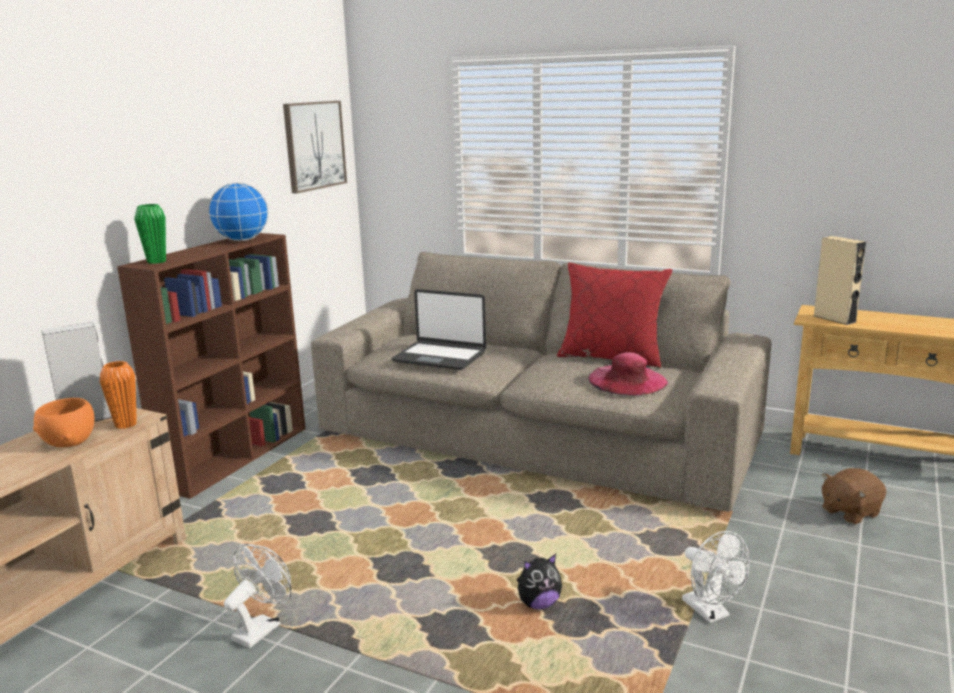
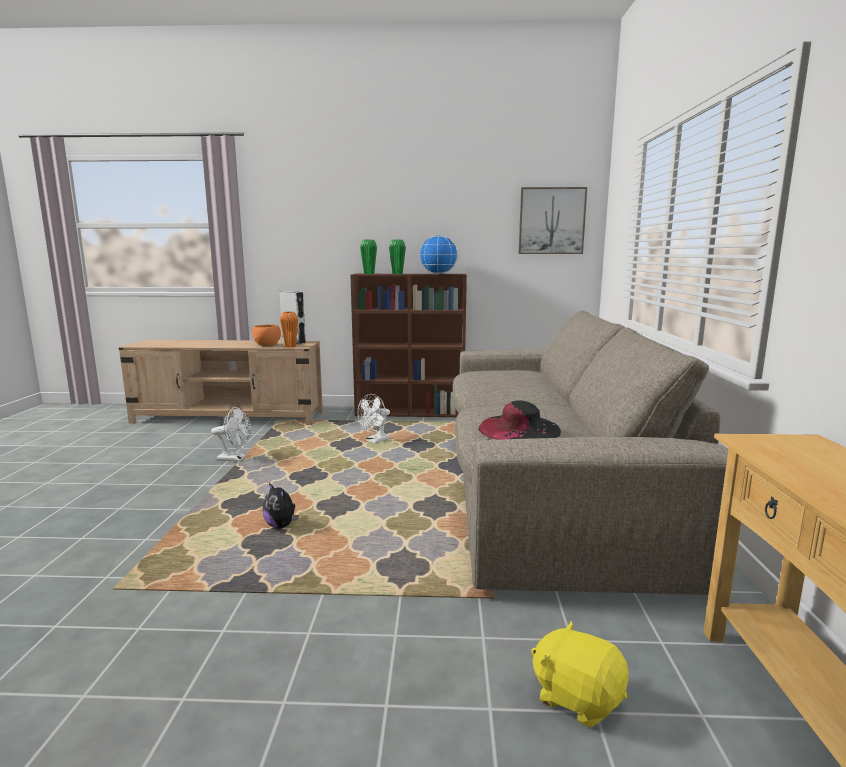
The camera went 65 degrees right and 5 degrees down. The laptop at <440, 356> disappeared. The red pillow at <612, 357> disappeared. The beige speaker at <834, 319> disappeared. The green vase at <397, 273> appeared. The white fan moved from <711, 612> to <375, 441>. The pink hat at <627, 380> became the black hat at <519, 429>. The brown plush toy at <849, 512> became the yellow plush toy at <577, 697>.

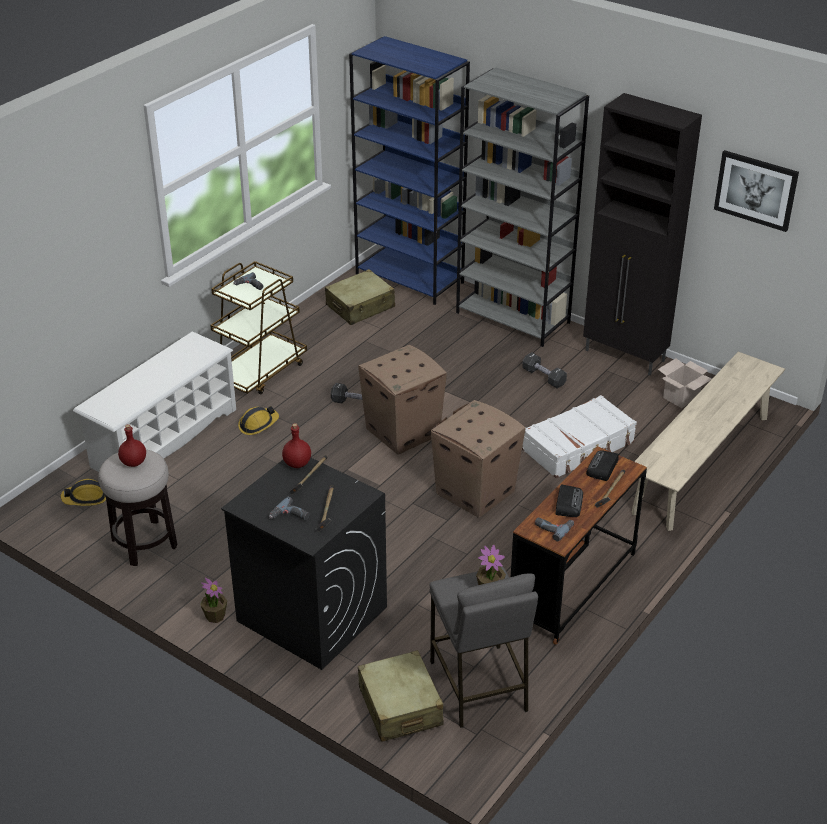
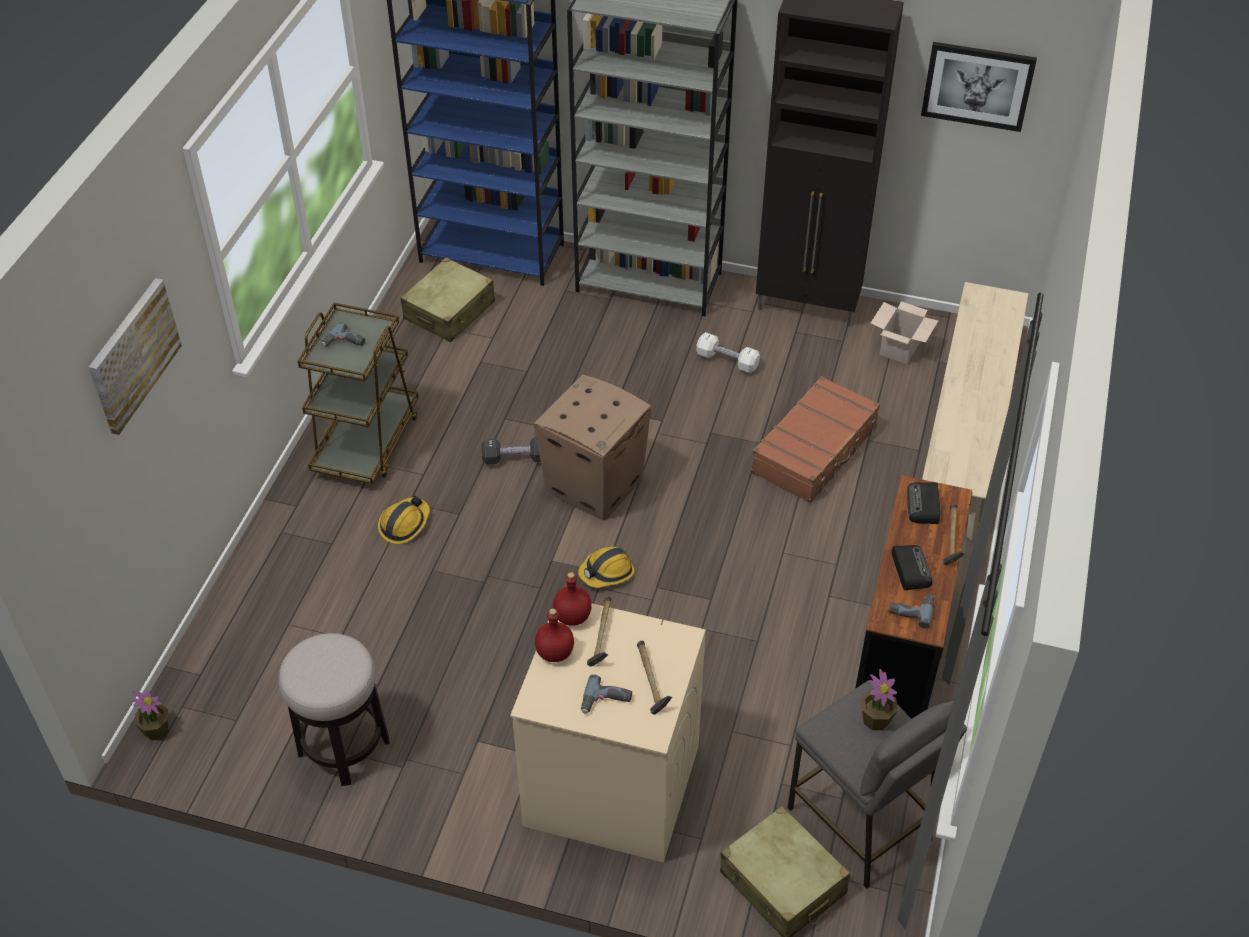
The camera went 20 degrees left and 10 degrees up. The white shoe rack at <164, 438> disappeared. The cardboard box at <474, 493> disappeared. The picture at <133, 355> appeared. The hard hat moved from <85, 499> to <607, 573>. The red bottle moved from <133, 463> to <554, 653>. The potted plant moved from <215, 616> to <156, 730>. The black washing machine at <310, 614> became the beige washing machine at <610, 786>. The black dumbbell at <543, 377> became the white dumbbell at <727, 361>. The white suitcase at <579, 447> became the brown suitcase at <815, 450>.

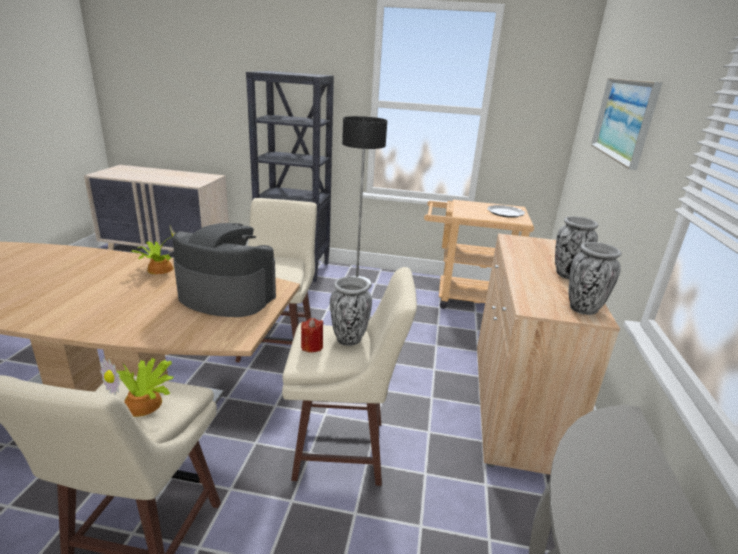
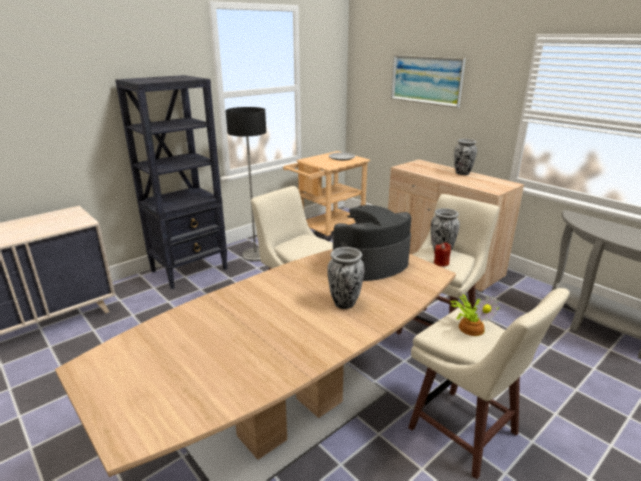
The camera went 50 degrees left and 0 degrees up. The potted plant at <158, 269> disappeared. The vase moved from <583, 309> to <344, 303>.

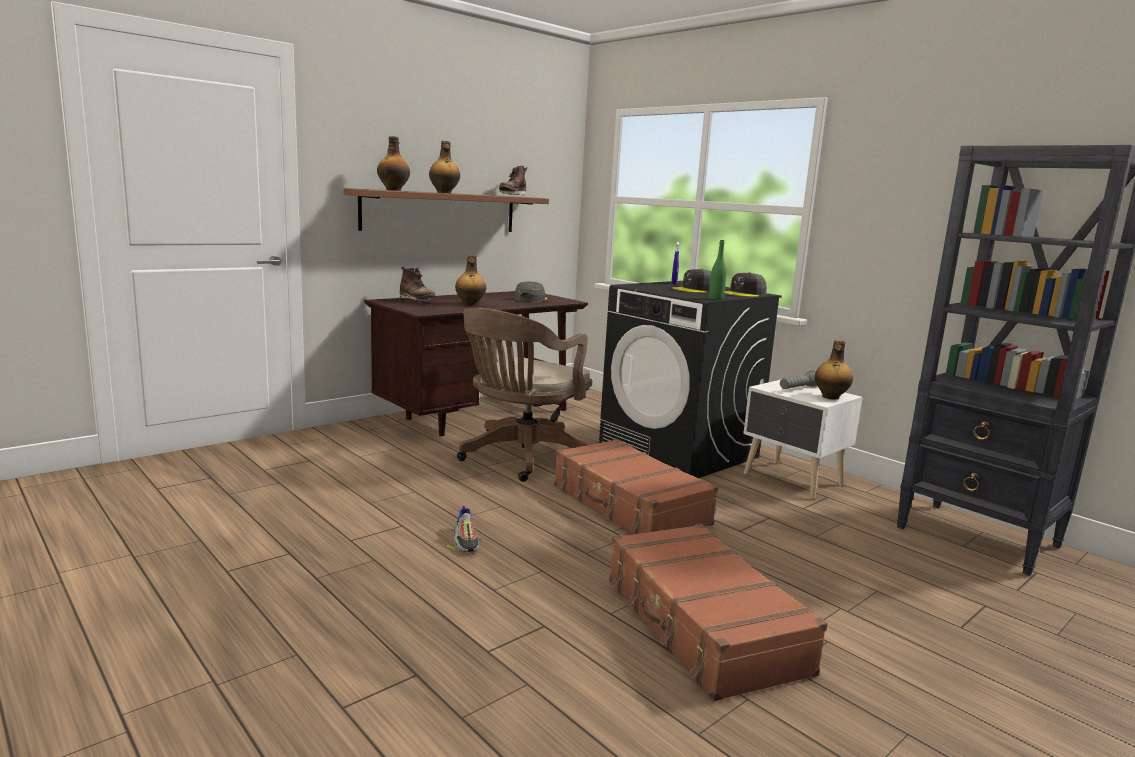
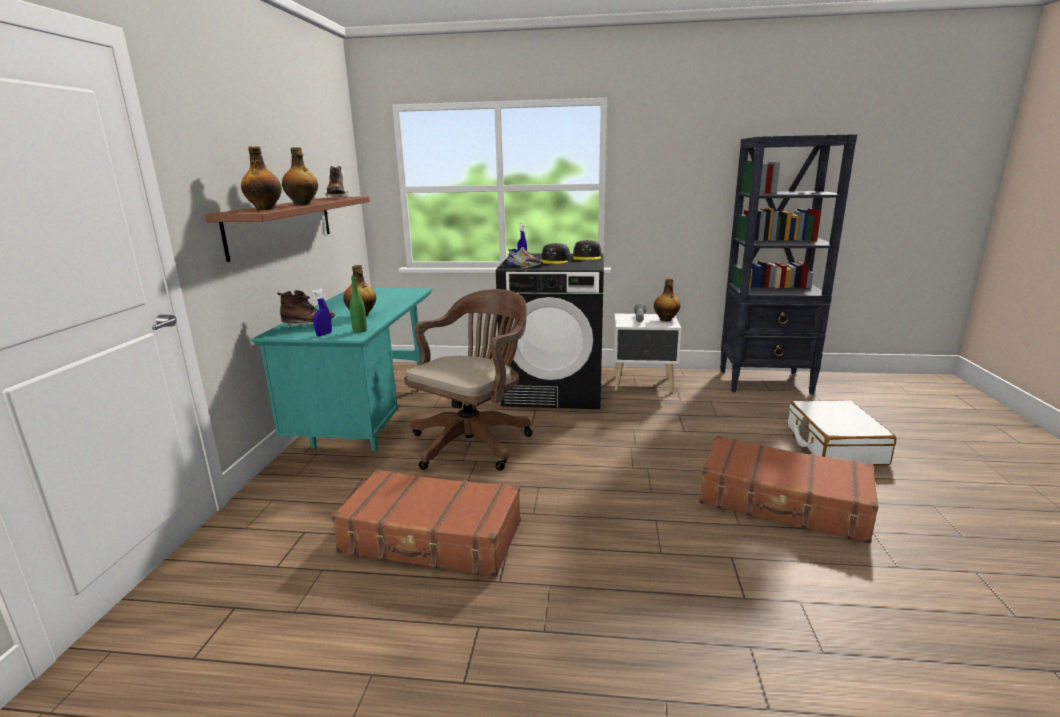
The camera went 40 degrees left and 5 degrees up. The grey cap at <530, 299> disappeared. The blue spray bottle at <324, 334> appeared. The white suitcase at <834, 445> appeared. The shoe moved from <466, 541> to <524, 265>. The brown suitcase moved from <629, 505> to <432, 538>. The green bottle moved from <716, 299> to <360, 330>. The brown desk at <477, 416> became the turquoise desk at <369, 420>. The brown office chair at <521, 458> turned 135 degrees counterclockwise.

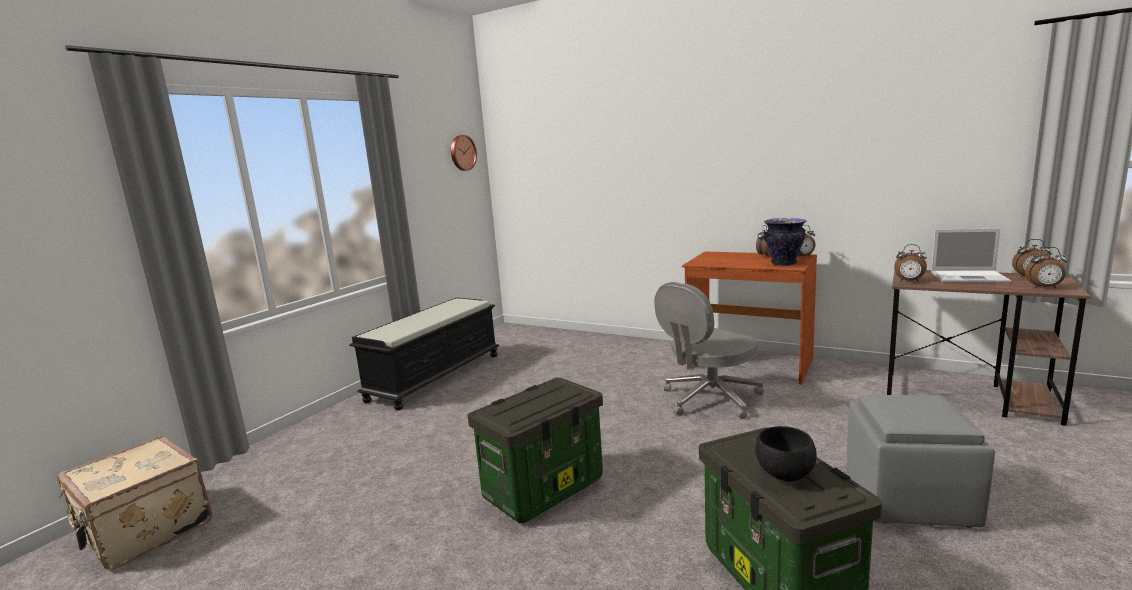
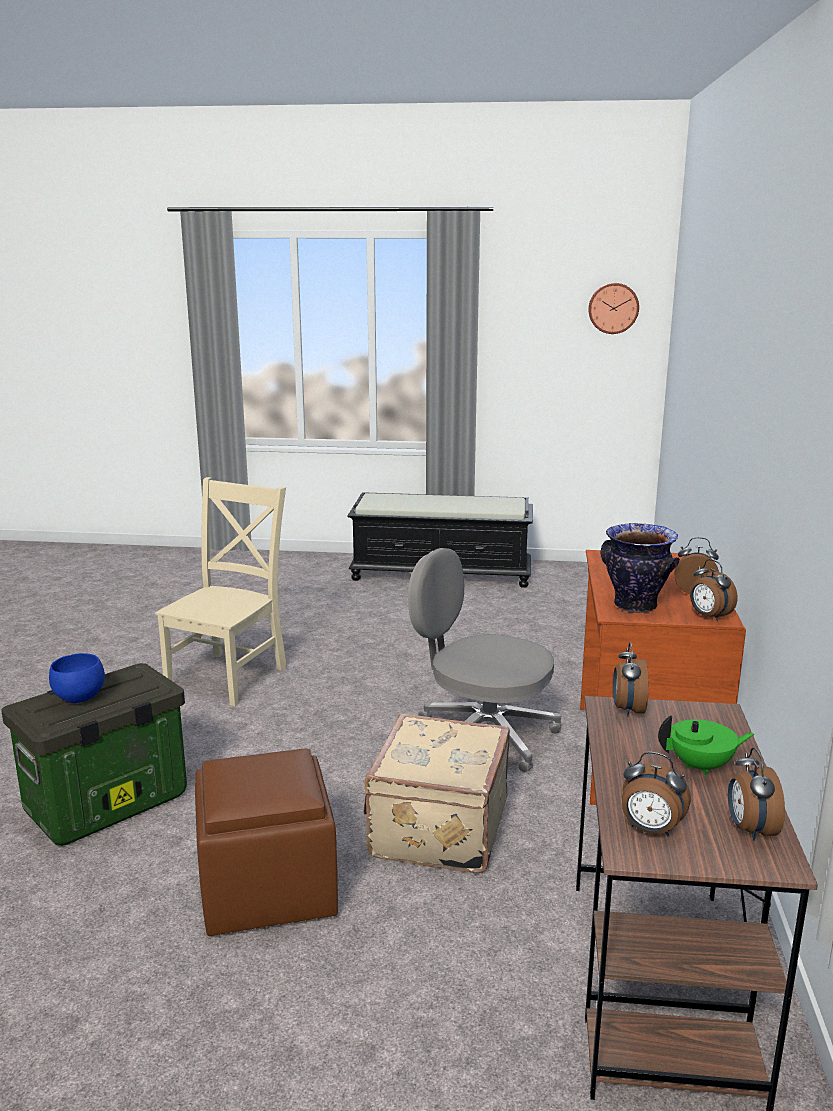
The camera went 65 degrees right and 5 degrees up. The beige suitcase moved from <143, 530> to <436, 829>. The storage box at <544, 488> was replaced by the beige chair at <230, 676>. The laptop at <970, 277> was replaced by the green teapot at <701, 766>. The black bowl at <786, 475> became the blue bowl at <78, 698>. The grey ottoman at <907, 498> became the brown ottoman at <269, 887>. The alarm clock at <1044, 287> turned 60 degrees counterclockwise.

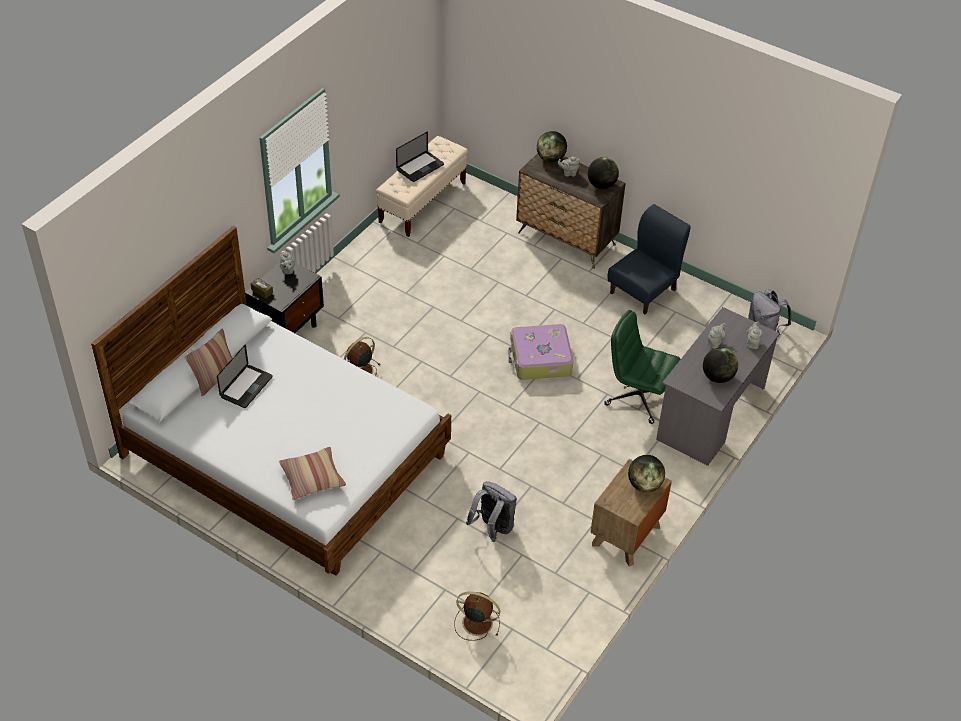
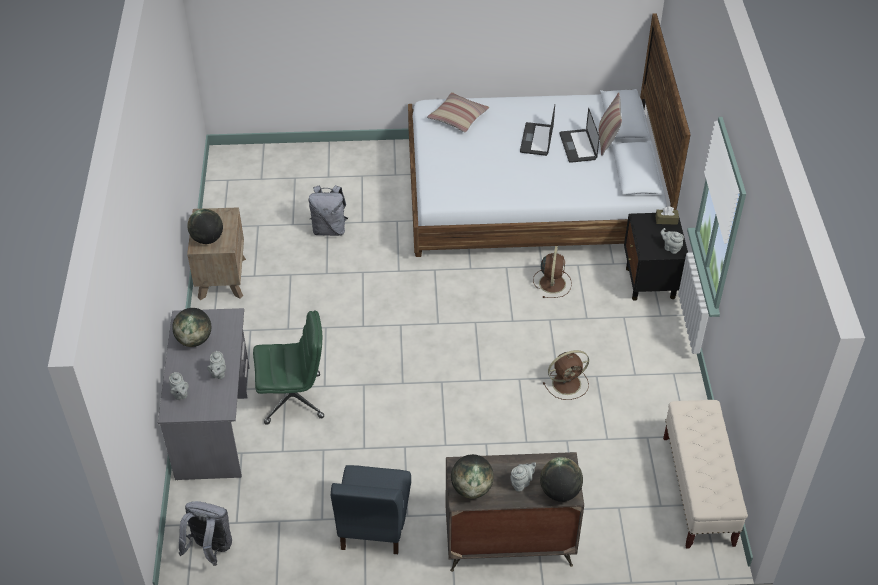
The camera went 145 degrees right and 0 degrees up. The suitcase at <540, 359> disappeared. The laptop moved from <420, 167> to <536, 140>. The brown fan moved from <476, 622> to <567, 383>.

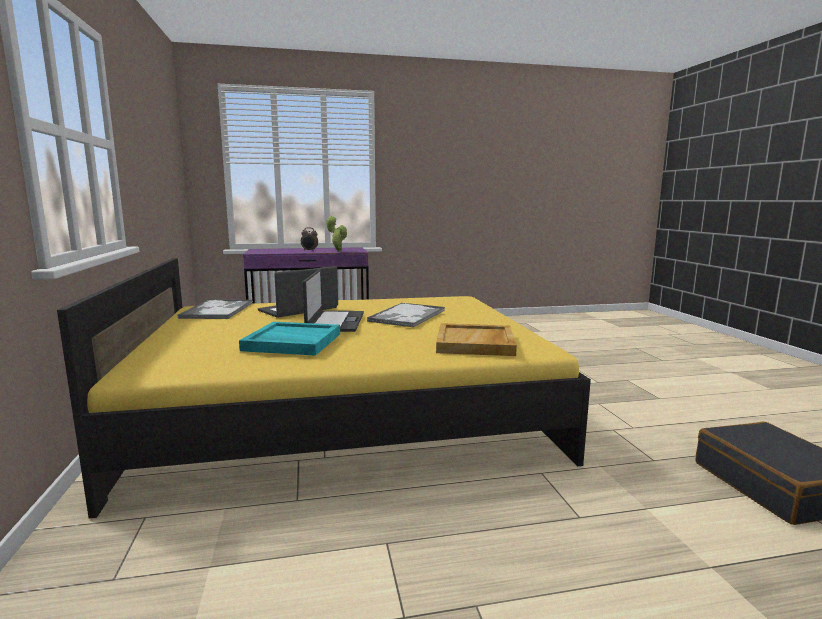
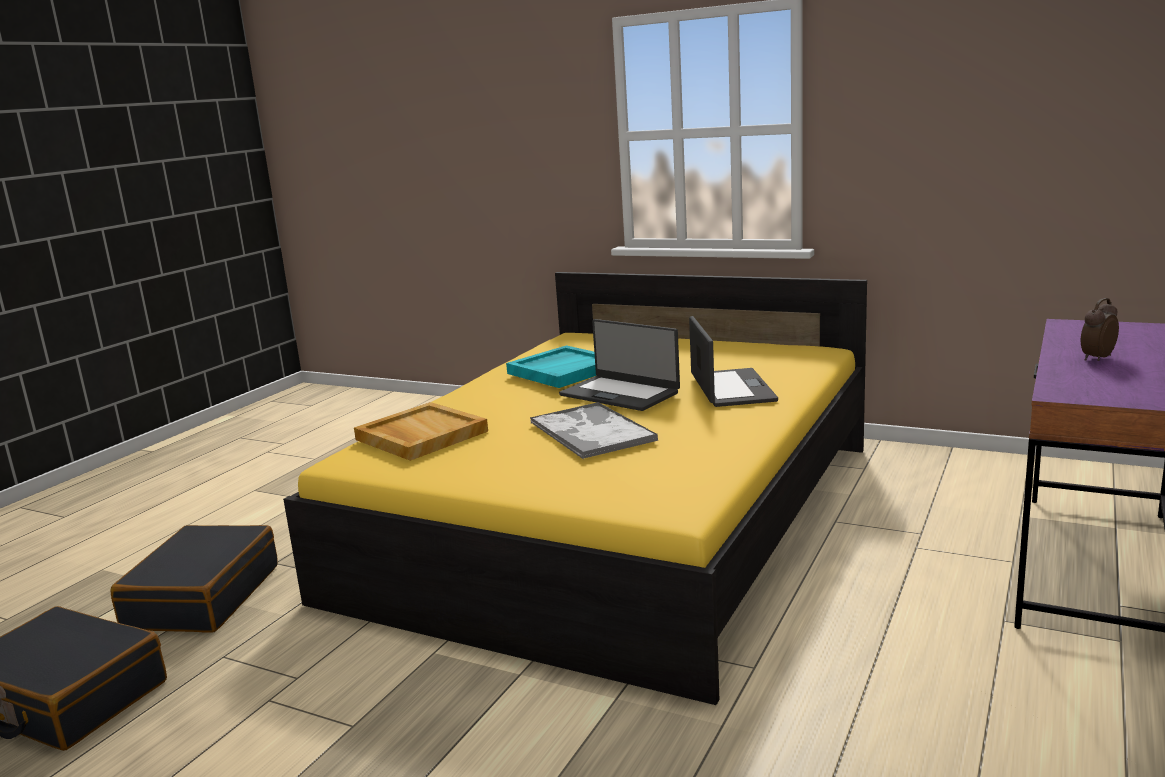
The camera went 130 degrees right and 5 degrees up. The tray at <218, 310> disappeared. The potted plant at <338, 251> disappeared. The black suitcase at <202, 597> appeared.

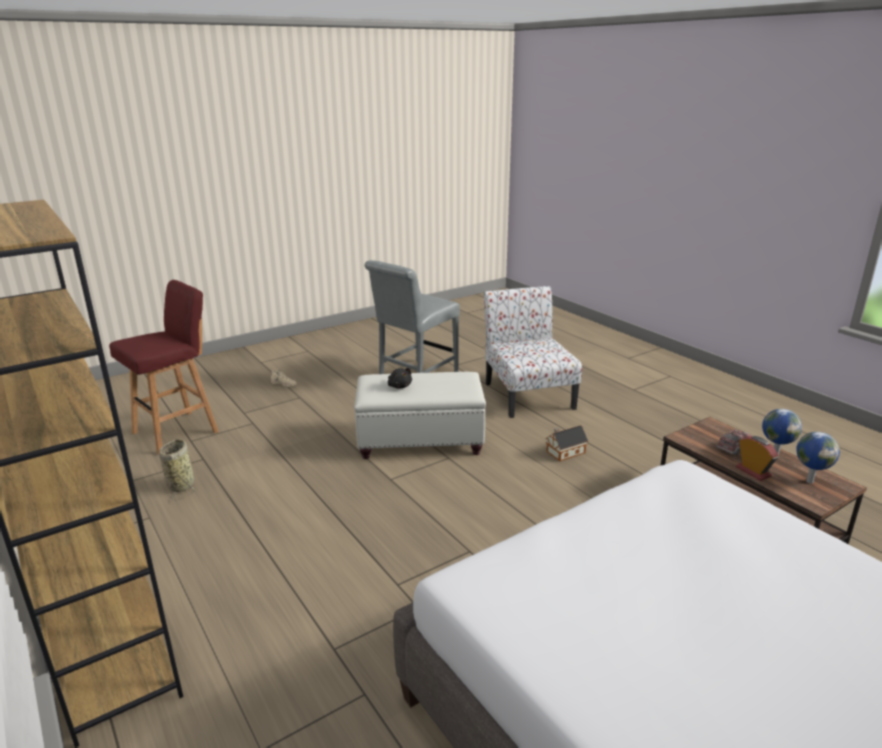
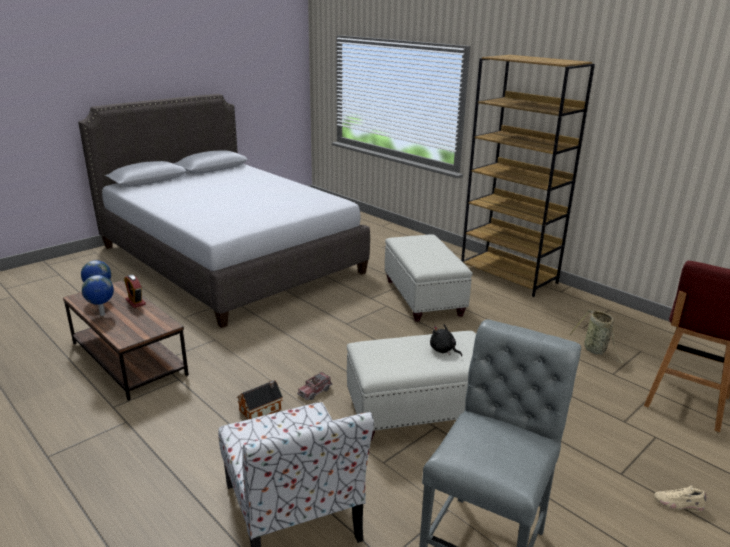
The camera went 170 degrees right and 0 degrees up. The white ottoman at <423, 298> appeared. The toy truck moved from <734, 447> to <315, 391>.

